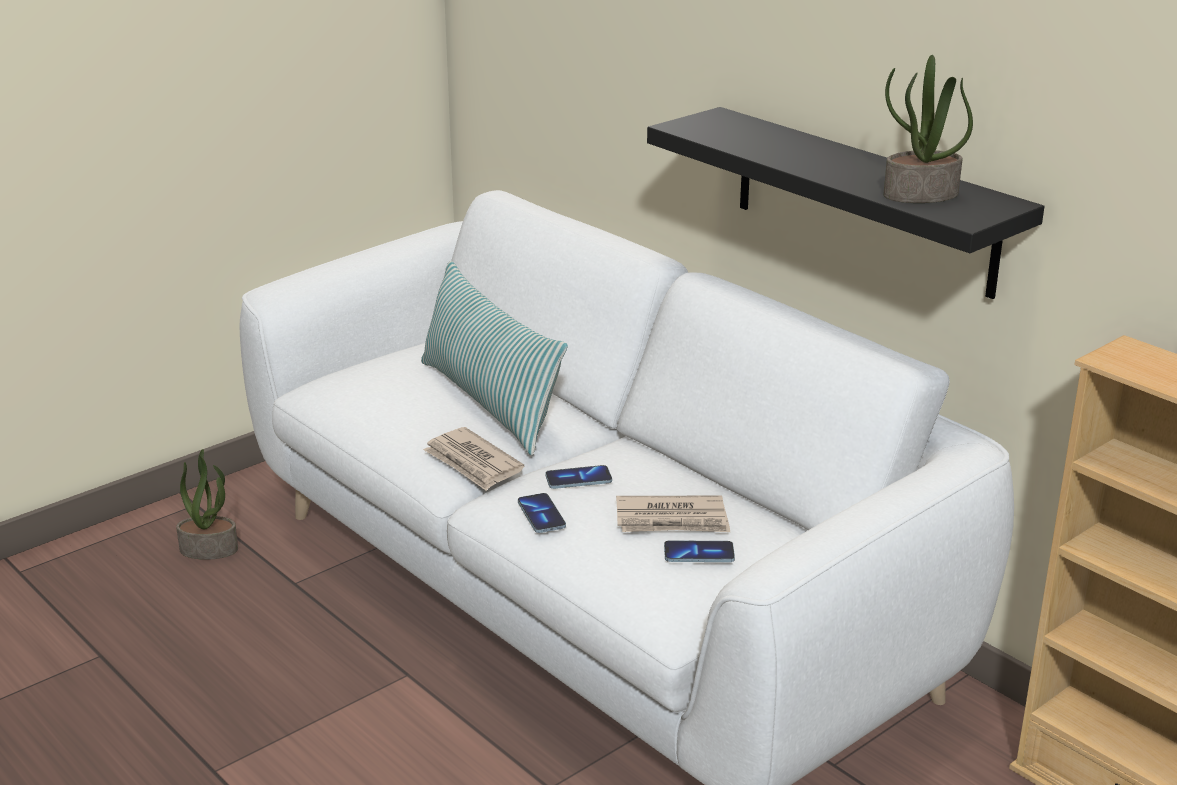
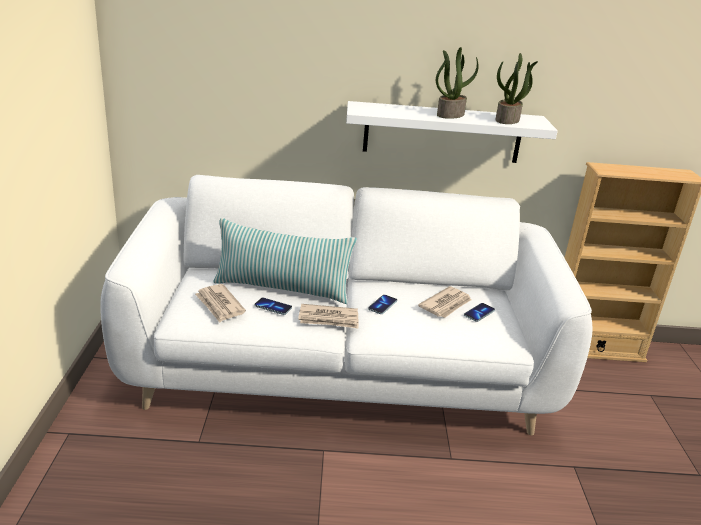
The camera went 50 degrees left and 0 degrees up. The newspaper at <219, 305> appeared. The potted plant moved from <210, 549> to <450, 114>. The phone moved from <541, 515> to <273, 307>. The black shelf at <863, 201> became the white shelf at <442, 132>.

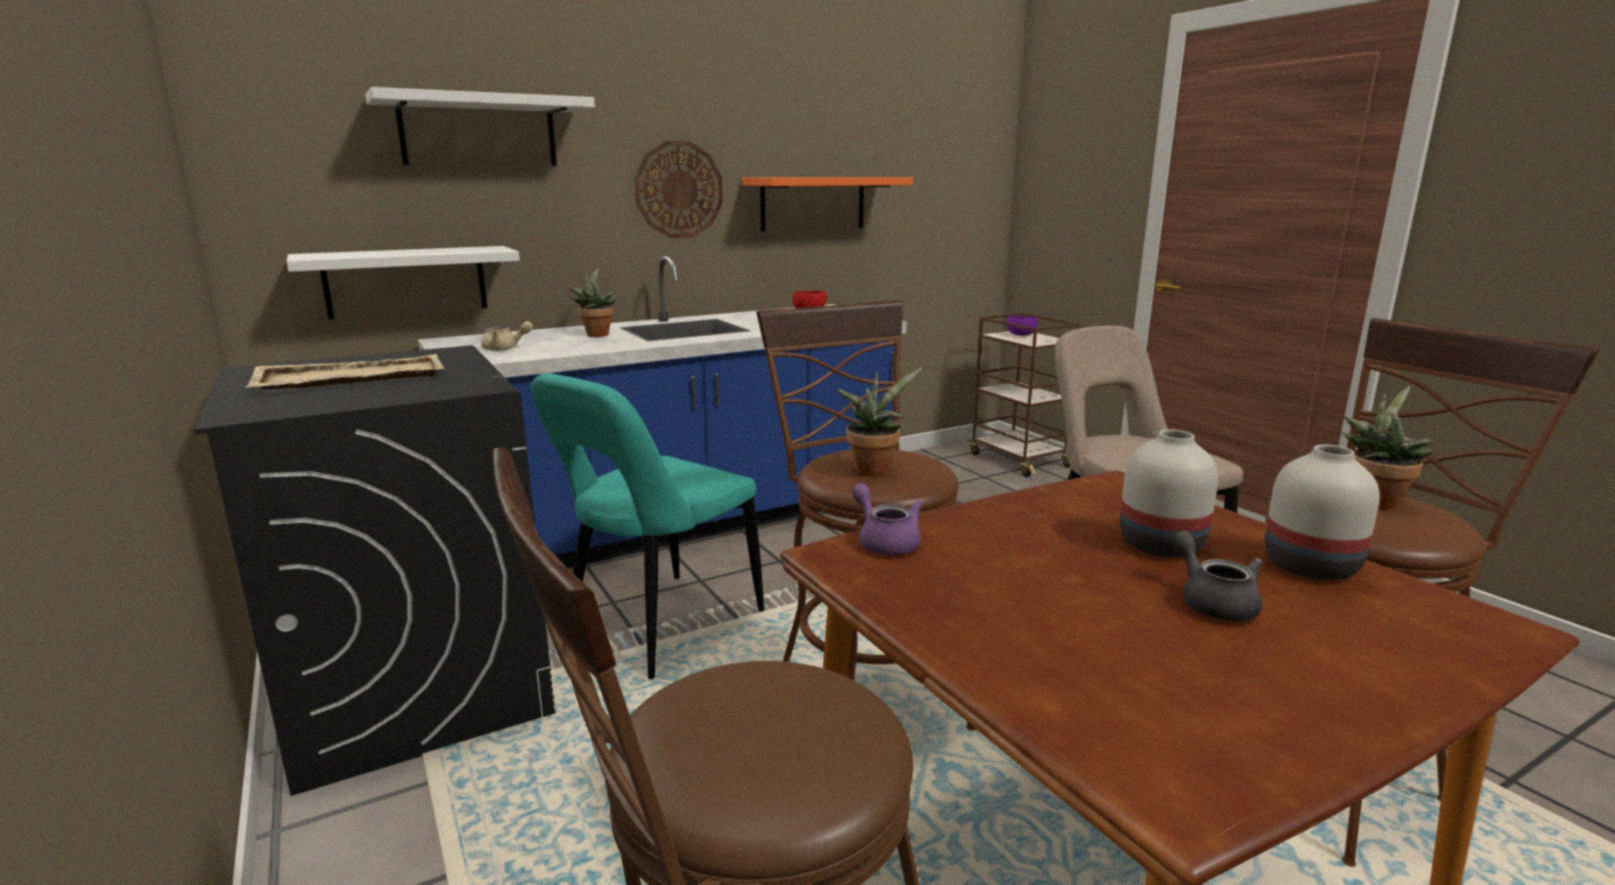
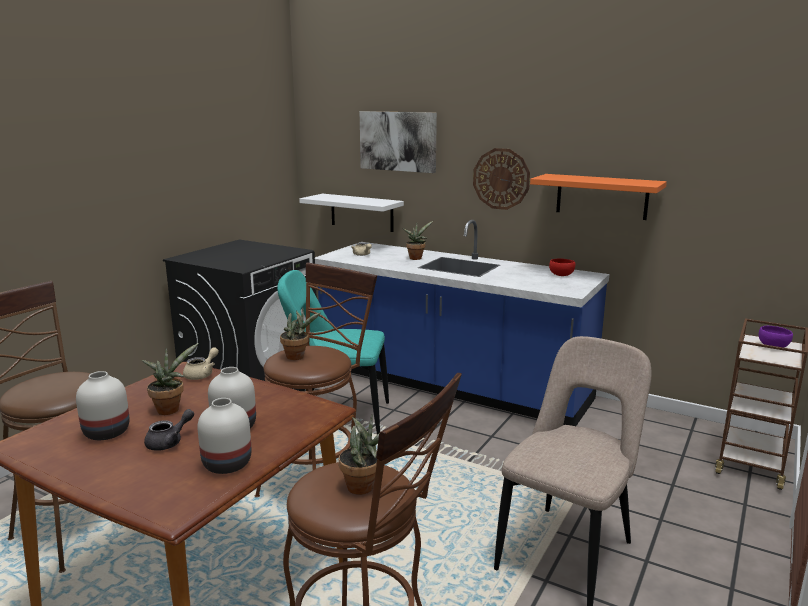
The camera went 60 degrees right and 0 degrees up. The beige tray at <349, 377> disappeared. The white vase at <106, 433> appeared. The potted plant at <170, 408> appeared. The white shelf at <479, 132> was replaced by the picture at <398, 141>. The purple teapot at <885, 541> became the beige teapot at <202, 374>.

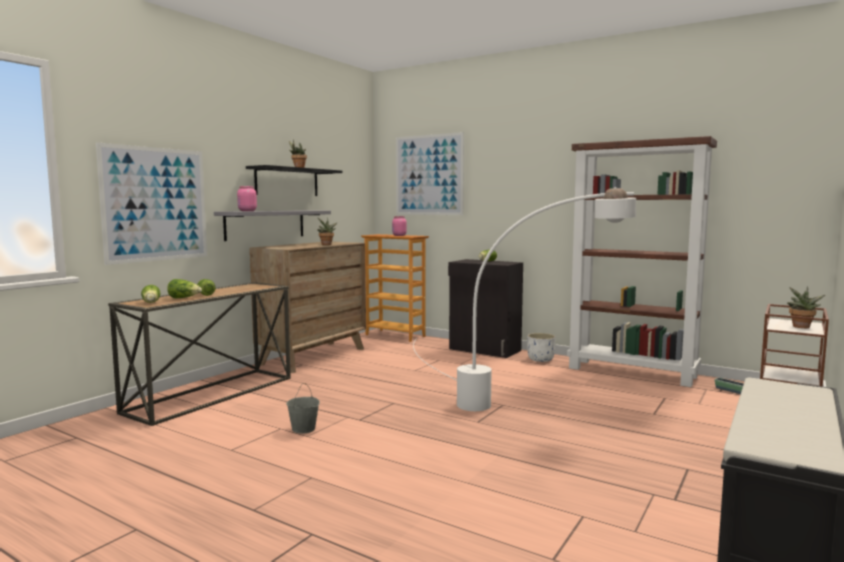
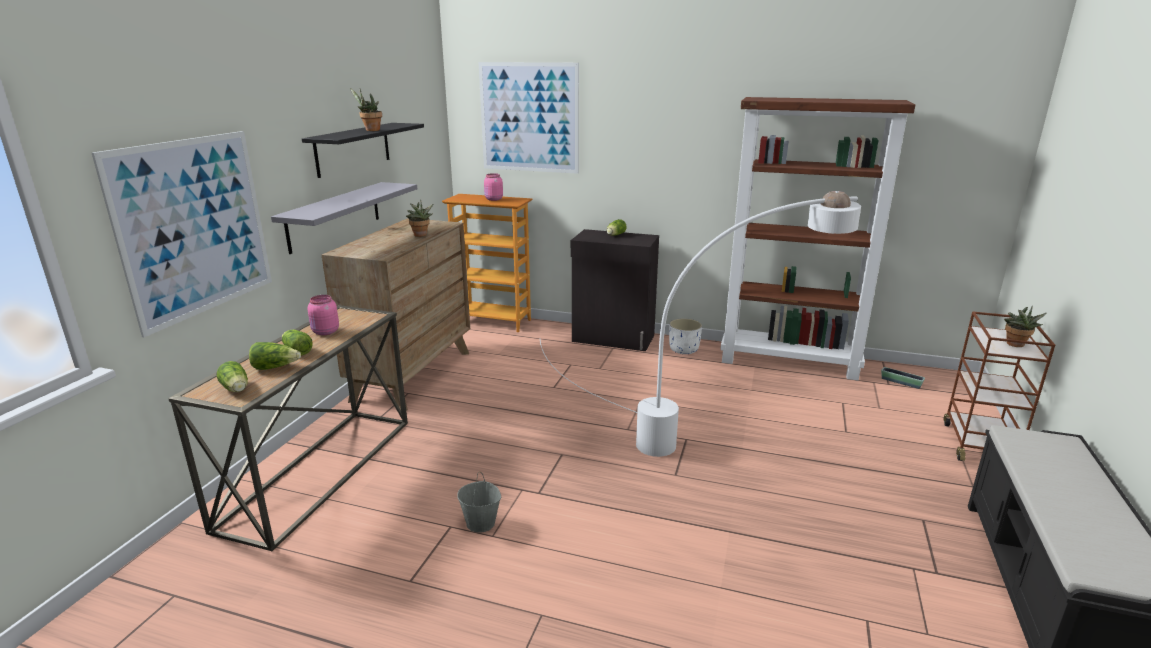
The camera went 15 degrees left and 15 degrees up. The pink jar moved from <247, 211> to <325, 332>.

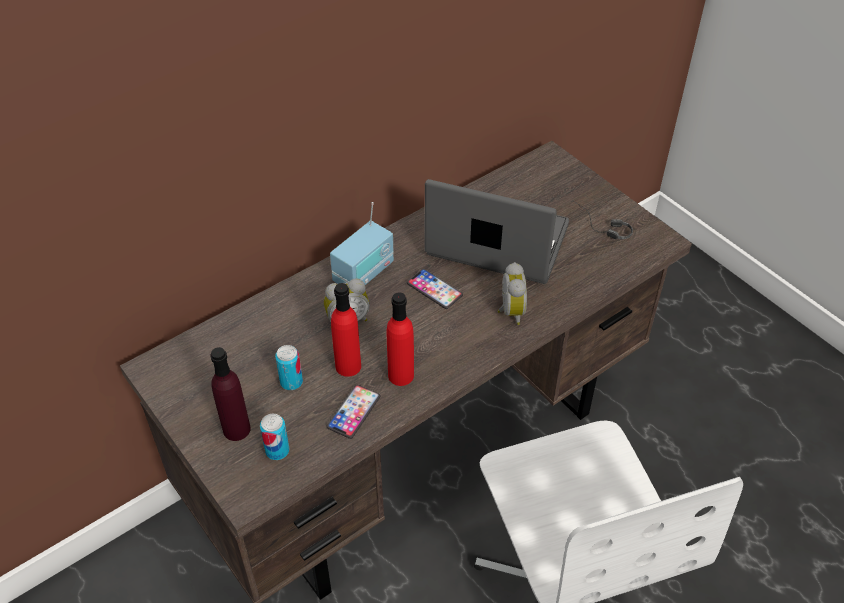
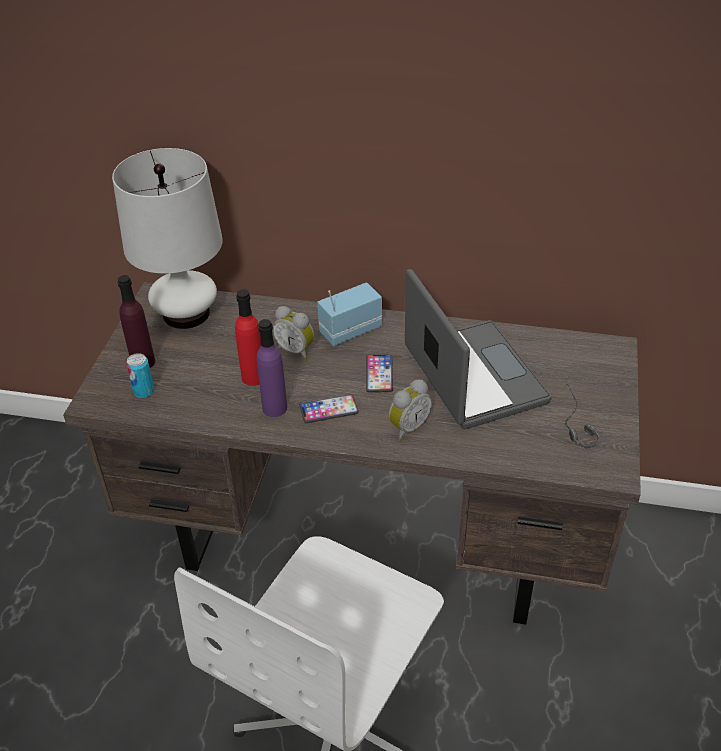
The camera went 50 degrees right and 5 degrees down. The can at <291, 382> disappeared. The white table lamp at <186, 313> appeared. The phone moved from <353, 412> to <329, 409>. The red bottle at <401, 375> became the purple bottle at <274, 408>. The radio at <364, 273> turned 150 degrees clockwise.

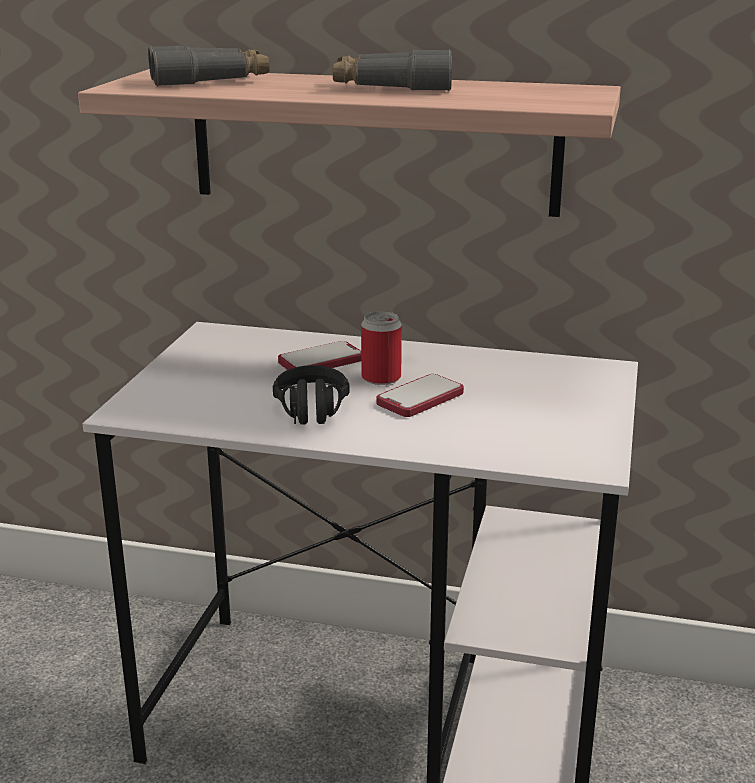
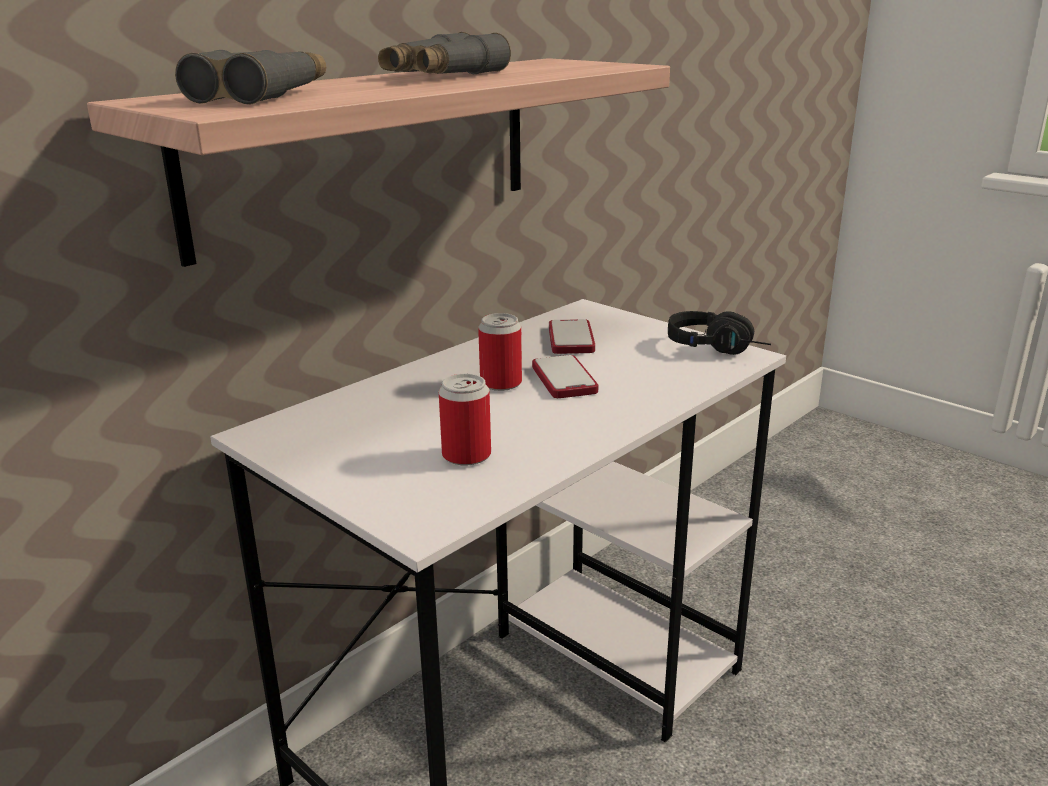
The camera went 60 degrees left and 0 degrees up. The can at <466, 455> appeared. The black headphones moved from <312, 415> to <719, 348>. The phone moved from <321, 361> to <571, 339>.

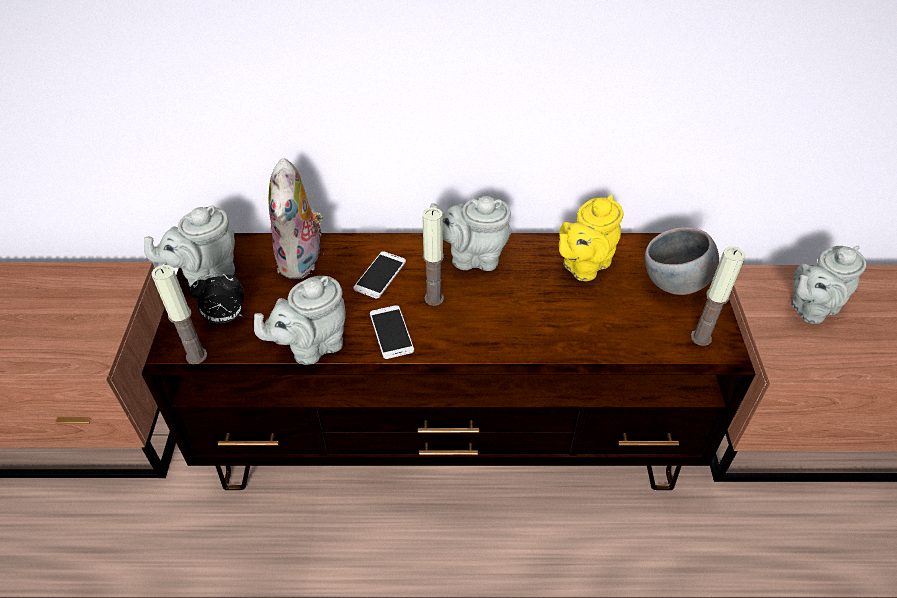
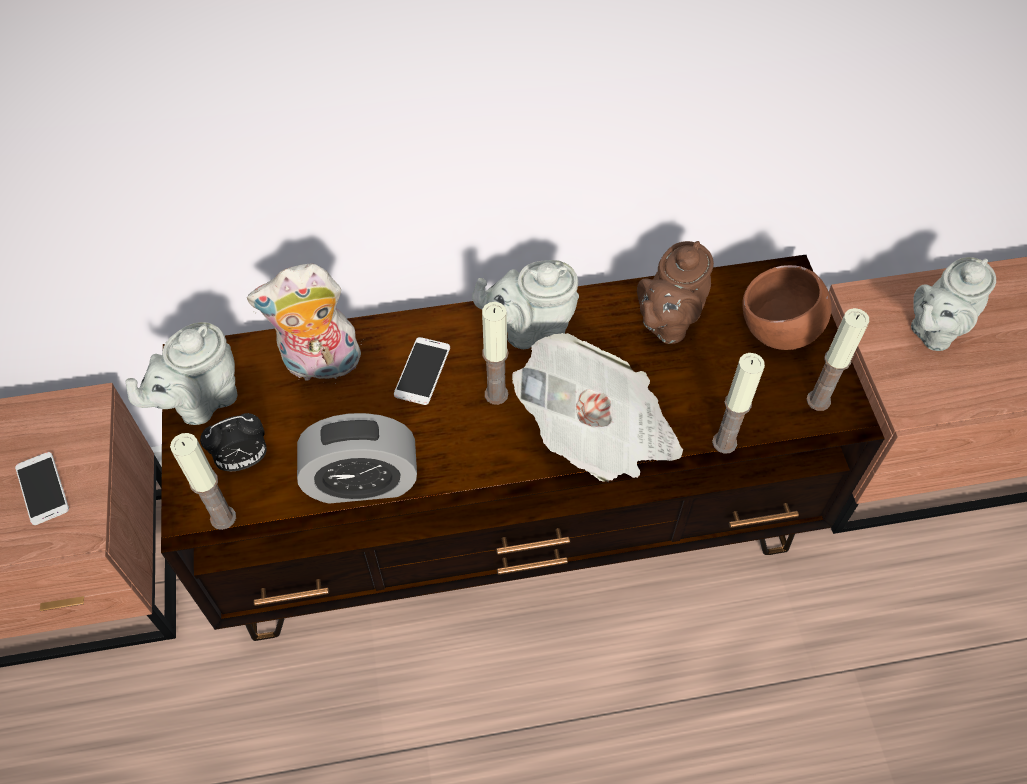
The camera went 10 degrees left and 10 degrees up. The newspaper at <598, 433> appeared. The candle at <724, 443> appeared. The phone moved from <391, 332> to <42, 488>. The grey teapot at <312, 346> was replaced by the alarm clock at <362, 482>. The yellow teapot at <583, 266> became the brown teapot at <667, 322>. The grey bowl at <674, 284> became the brown bowl at <778, 332>. The plush toy at <303, 261> turned 90 degrees clockwise.

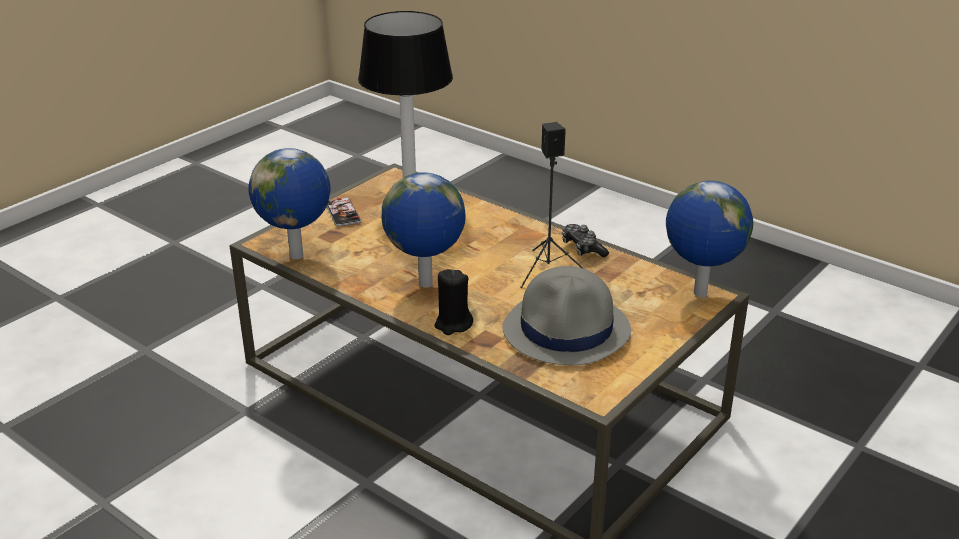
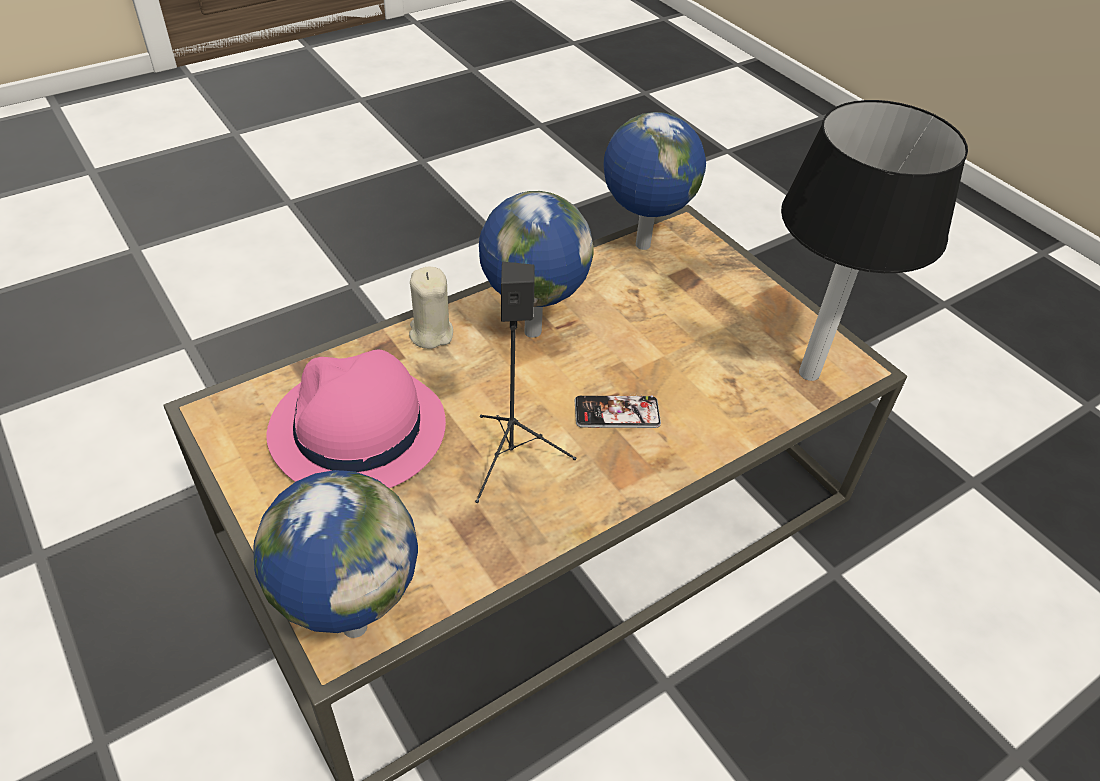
The camera went 105 degrees right and 15 degrees up. The game controller at <582, 248> disappeared. The phone moved from <343, 213> to <617, 413>. The black candle at <453, 324> became the beige candle at <431, 333>. The grey hat at <567, 330> became the pink hat at <357, 430>.

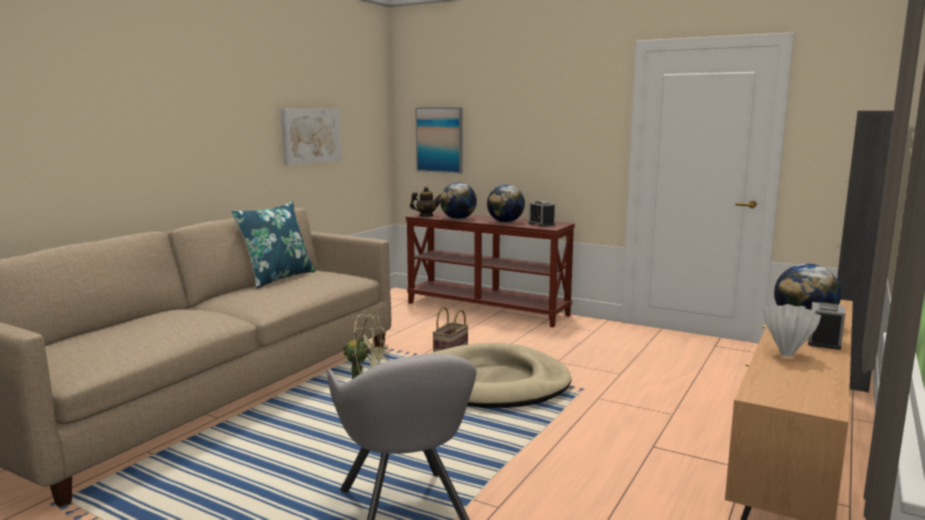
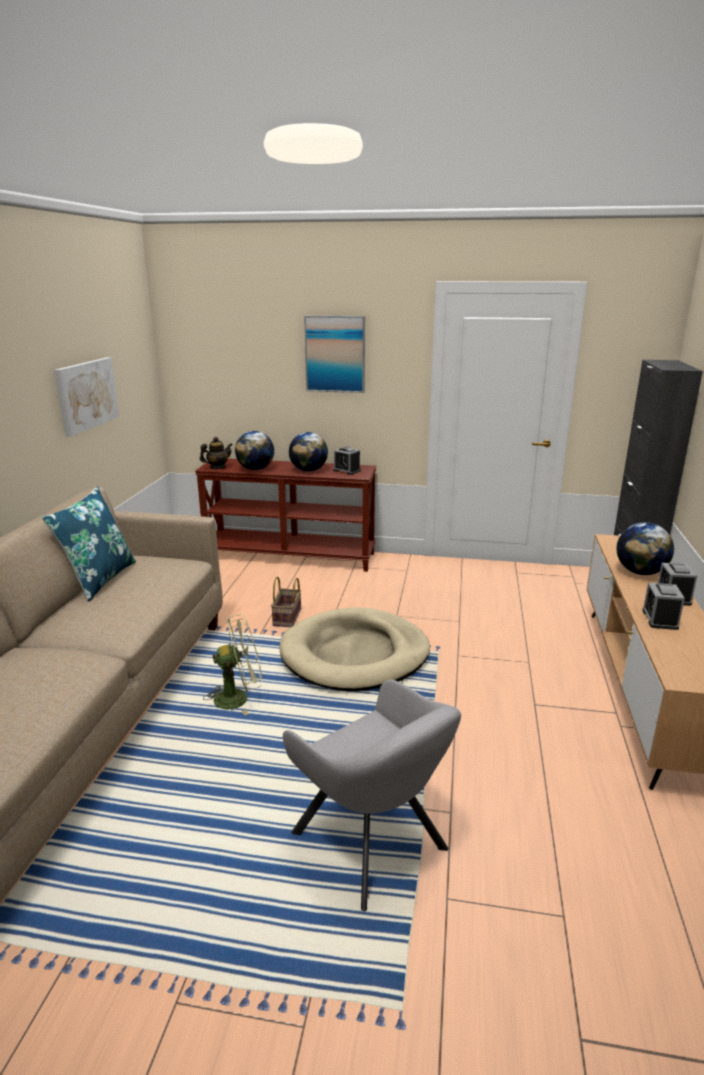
The camera went 20 degrees left and 10 degrees up. The picture moved from <440, 140> to <335, 354>. The white vase at <787, 354> was replaced by the alarm clock at <660, 619>.

